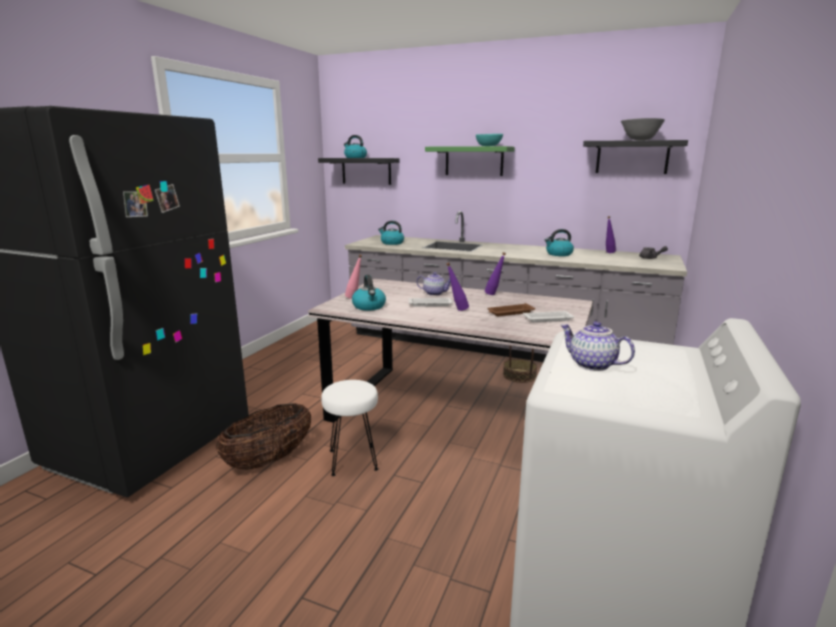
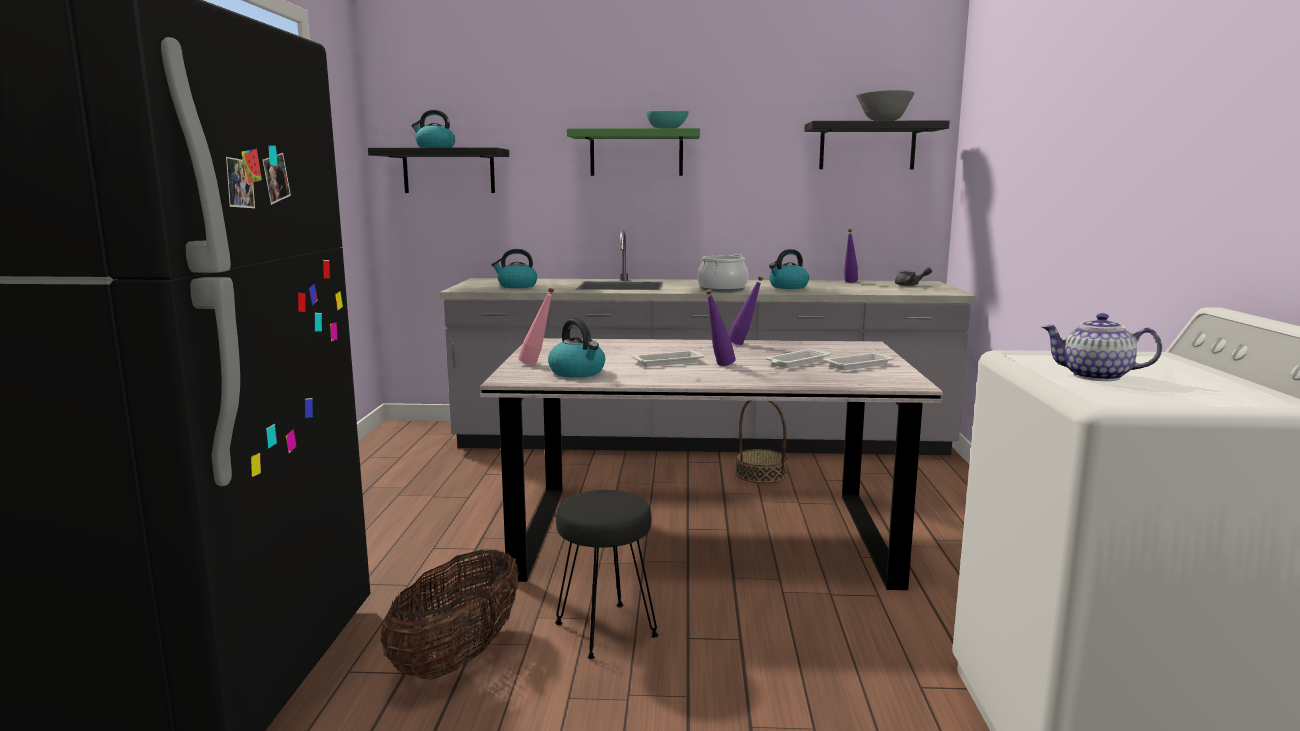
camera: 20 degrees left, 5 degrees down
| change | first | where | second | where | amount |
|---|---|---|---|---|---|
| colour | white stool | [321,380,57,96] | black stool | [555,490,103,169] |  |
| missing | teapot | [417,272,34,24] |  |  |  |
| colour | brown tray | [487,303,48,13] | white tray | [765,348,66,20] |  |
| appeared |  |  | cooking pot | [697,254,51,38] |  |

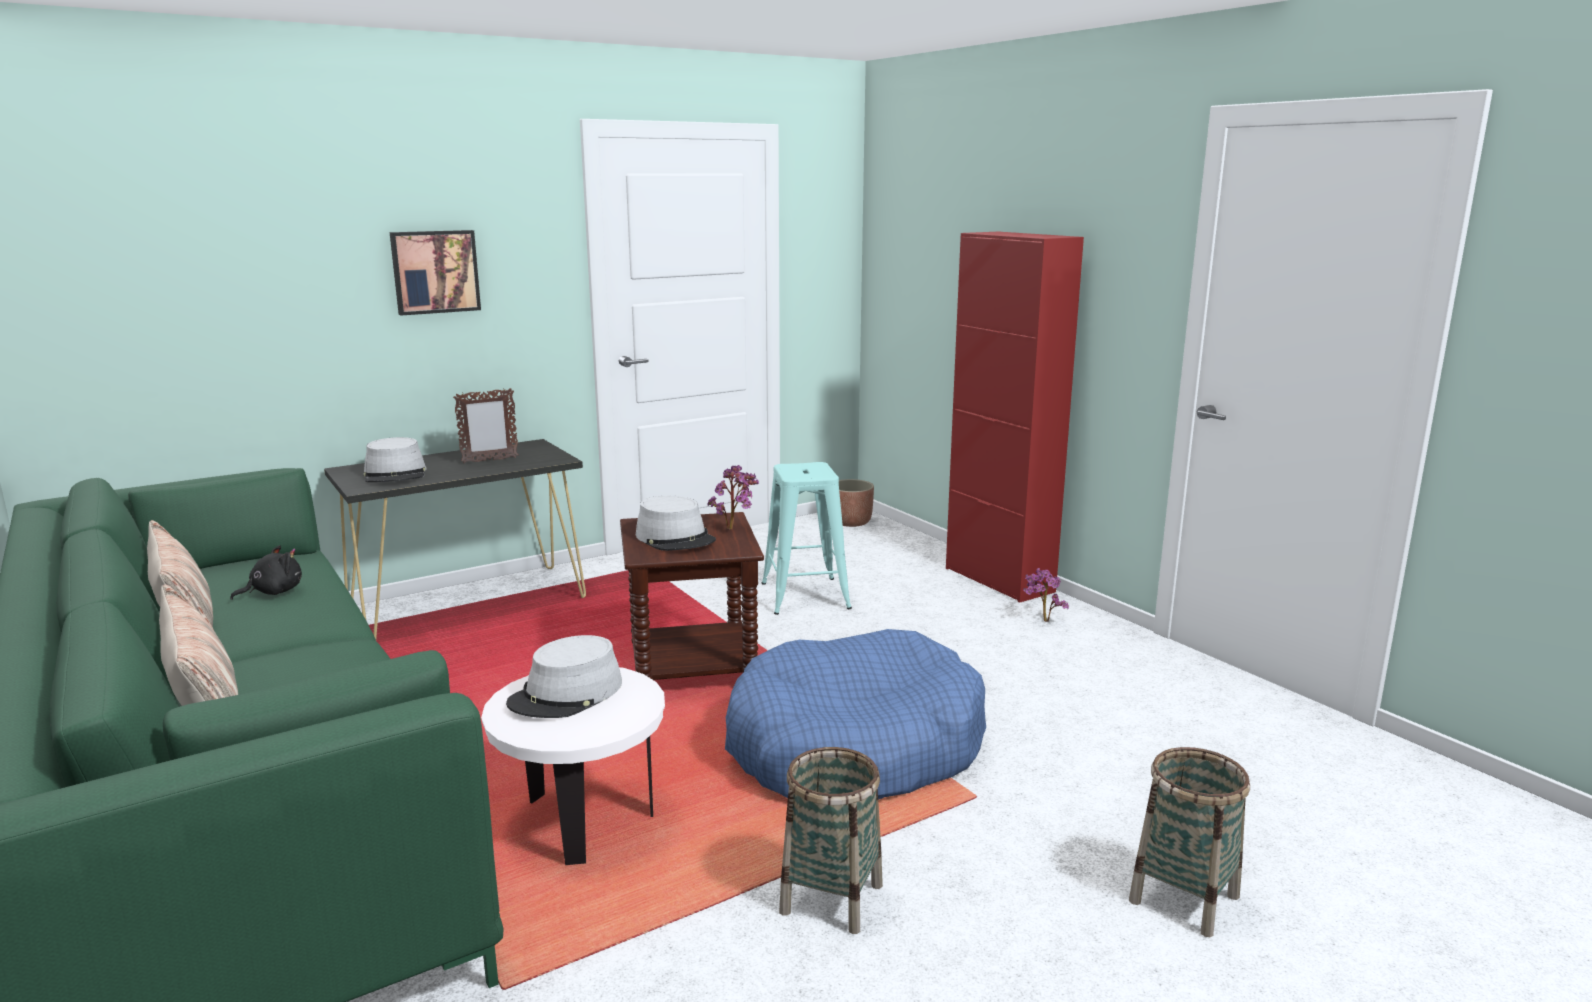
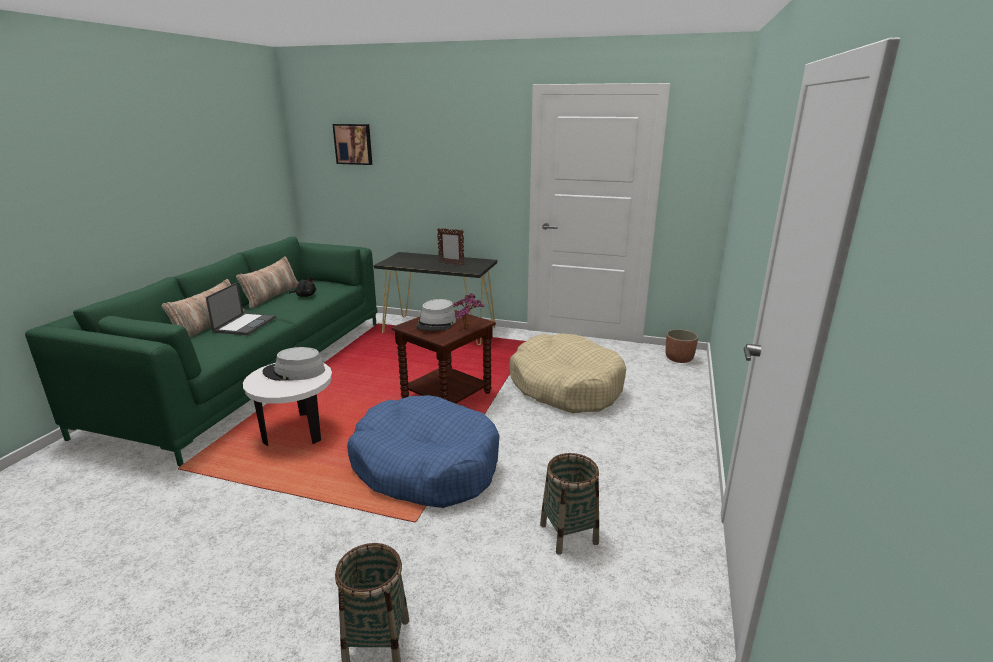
camera: 50 degrees right, 5 degrees up
| change | first | where | second | where | amount |
|---|---|---|---|---|---|
| missing | grey hat | [364,437,63,45] |  |  |  |
| relocated | picture | [390,230,91,85] |  | [332,124,40,41] |  |
| exchanged | turquoise stool | [762,462,90,153] | beige dog bed | [510,334,116,79] |  |
| relocated | basket | [779,747,104,187] |  | [540,453,59,102] |  |
| missing | red cabinet | [946,232,138,371] |  |  |  |
| missing | potted plant | [1023,568,46,54] |  |  |  |
| appeared |  |  | laptop | [205,282,71,53] |  |

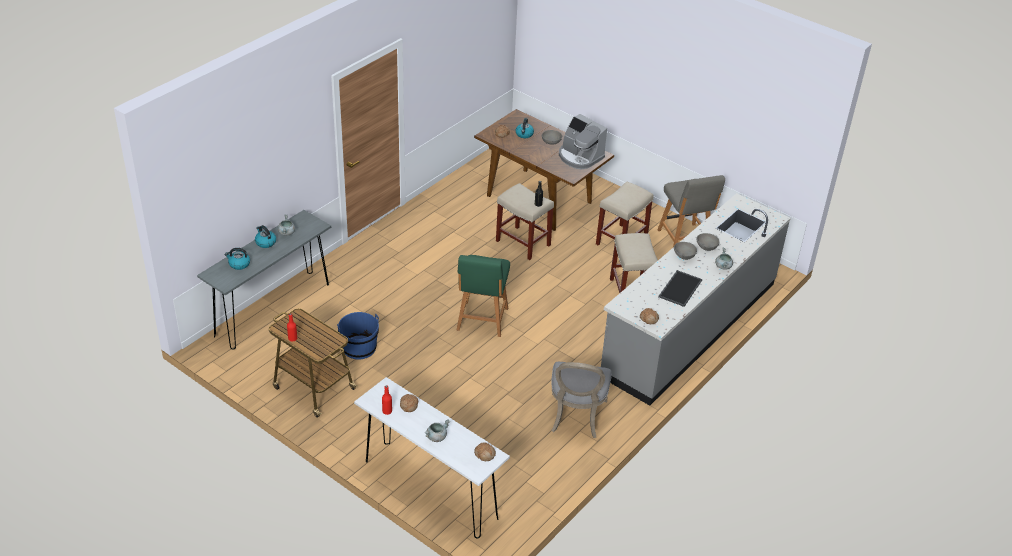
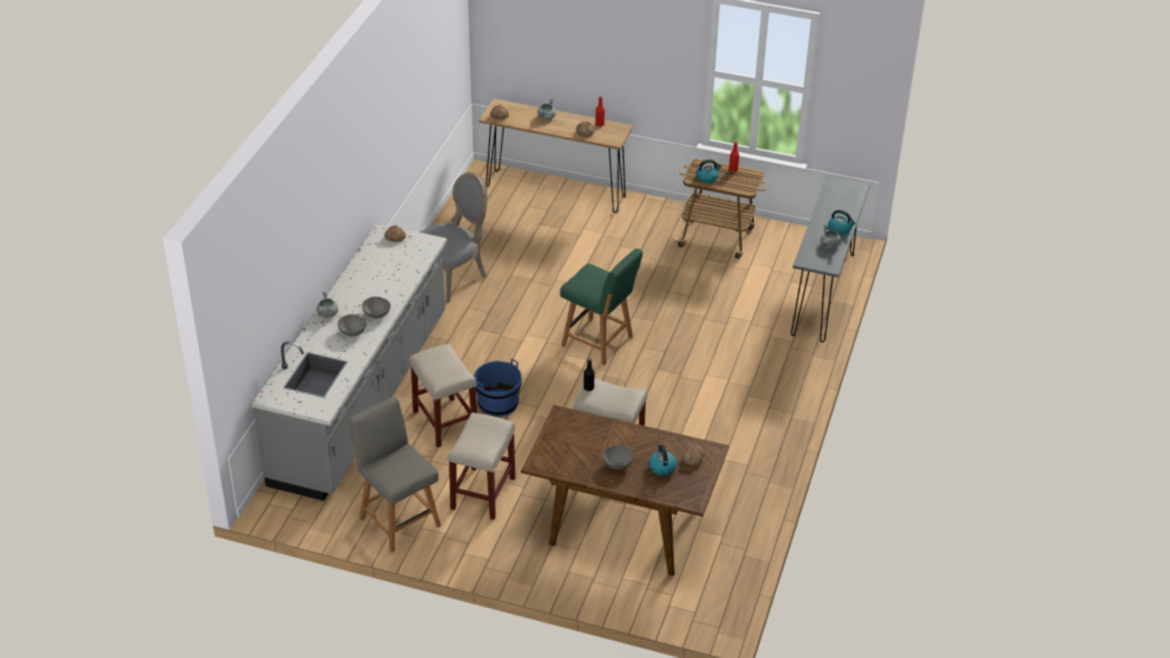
camera: 160 degrees right, 0 degrees up
| change | first | where | second | where | amount |
|---|---|---|---|---|---|
| relocated | kettle | [224,248,26,22] |  | [696,159,26,24] |  |
| relocated | blue bucket | [337,312,42,48] |  | [474,358,48,59] |  |
| colour | white console table | [354,377,156,162] | brown console table | [479,98,154,115] |  |
| spun | green chair | [457,255,53,82] |  | [560,248,83,117] | 135 degrees clockwise |
| spun | grey chair | [551,362,61,76] |  | [420,172,67,131] | 60 degrees clockwise |
| missing | coffee machine | [559,114,48,55] |  |  |  |
| missing | tray | [658,270,44,37] |  |  |  |

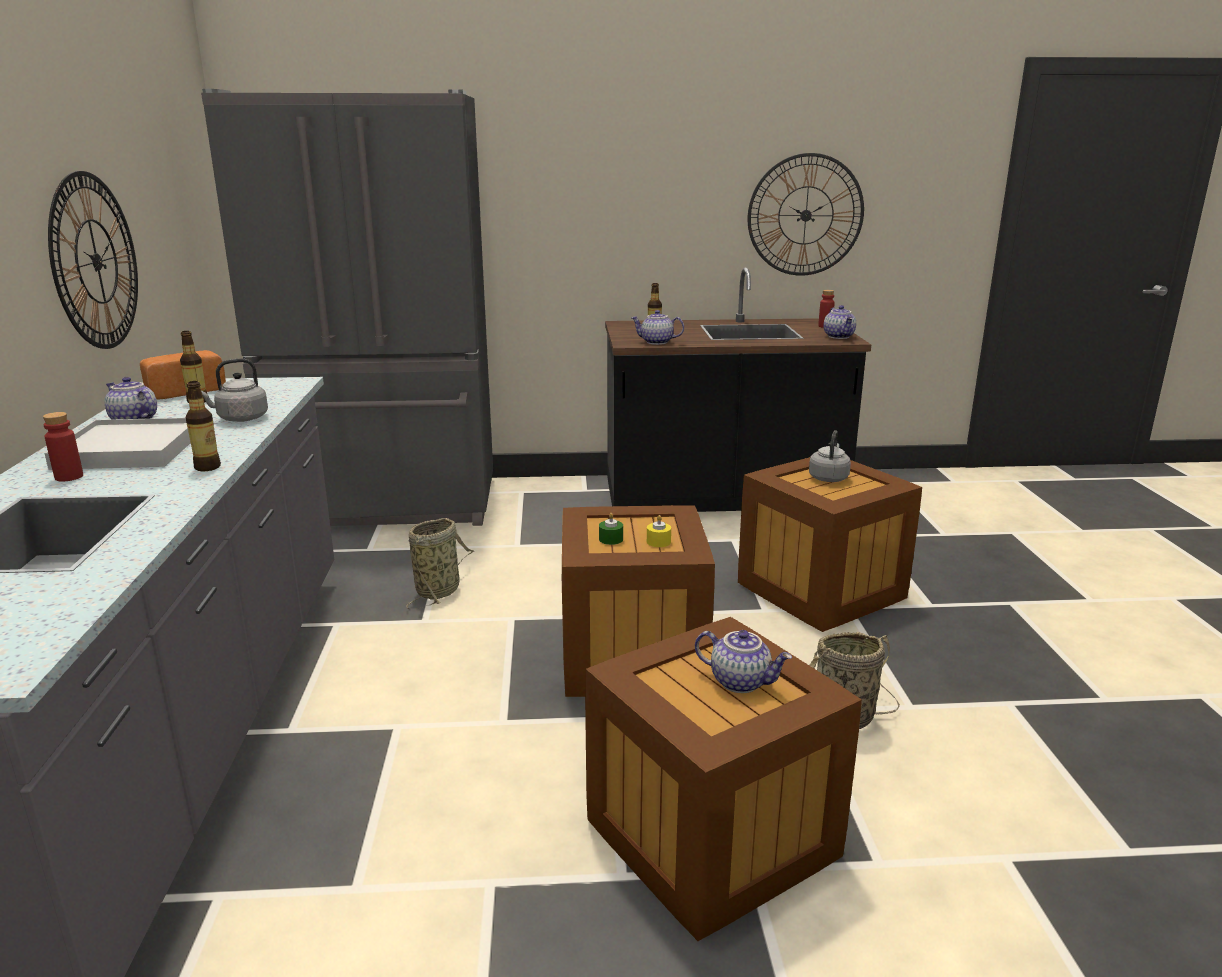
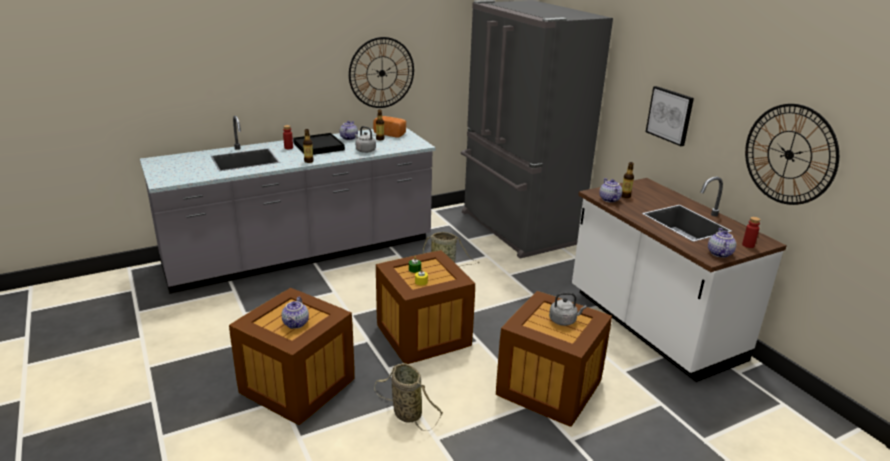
camera: 65 degrees right, 5 degrees up
| change | first | where | second | where | amount |
|---|---|---|---|---|---|
| colour | white tray | [44,418,147,52] | black tray | [293,133,52,22] |  |
| colour | black counter | [605,267,266,245] | white counter | [572,177,215,205] |  |
| spun | teapot | [824,305,32,34] |  | [708,228,28,30] | 135 degrees clockwise |
| appeared |  |  | picture | [646,86,48,60] |  |

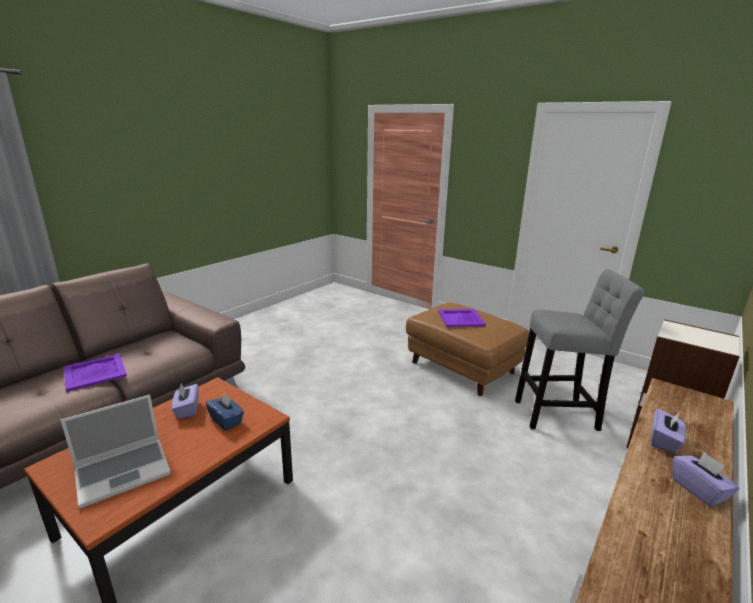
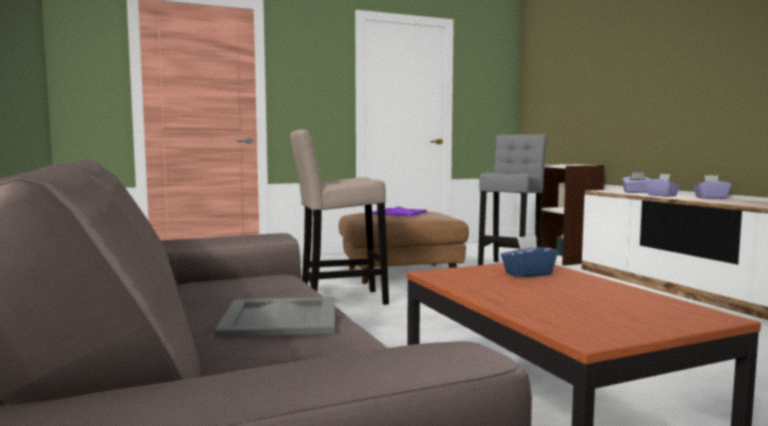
camera: 60 degrees left, 15 degrees down
| change | first | where | second | where | amount |
|---|---|---|---|---|---|
| missing | laptop | [61,395,110,113] |  |  |  |
| colour | purple tray | [64,354,63,38] | grey tray | [214,297,121,40] |  |
| relocated | purple tissue box | [172,383,26,36] |  | [622,172,28,21] |  |
| appeared |  |  | beige stool | [290,129,99,176] |  |

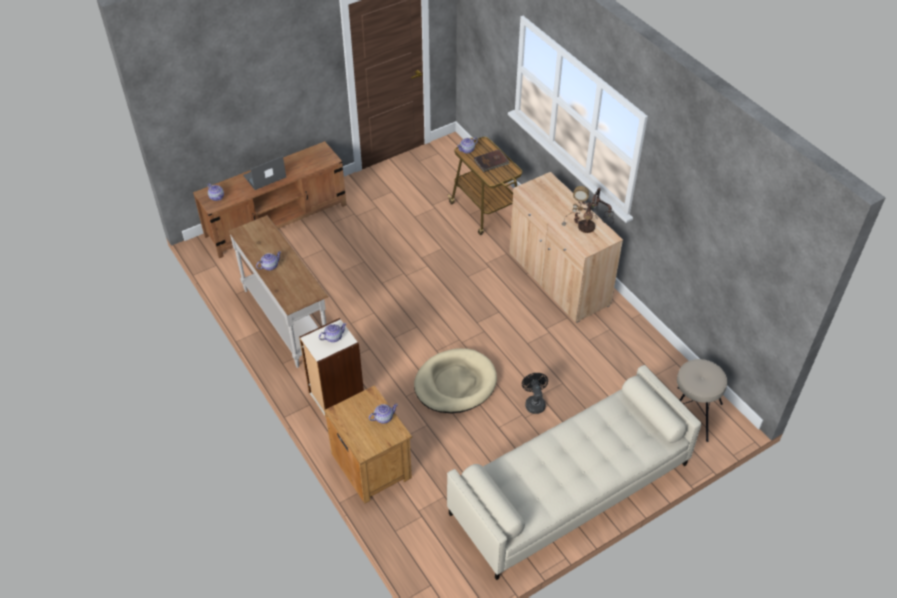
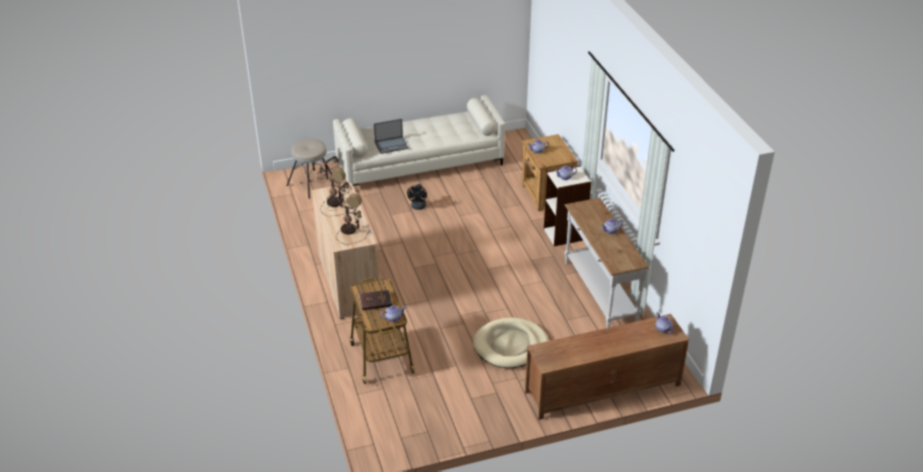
camera: 165 degrees left, 10 degrees down
| change | first | where | second | where | amount |
|---|---|---|---|---|---|
| relocated | laptop | [243,156,43,34] |  | [374,119,35,35] |  |
| relocated | beige dog bed | [414,348,83,65] |  | [473,318,75,50] |  |
| appeared |  |  | table lamp | [328,182,43,63] |  |

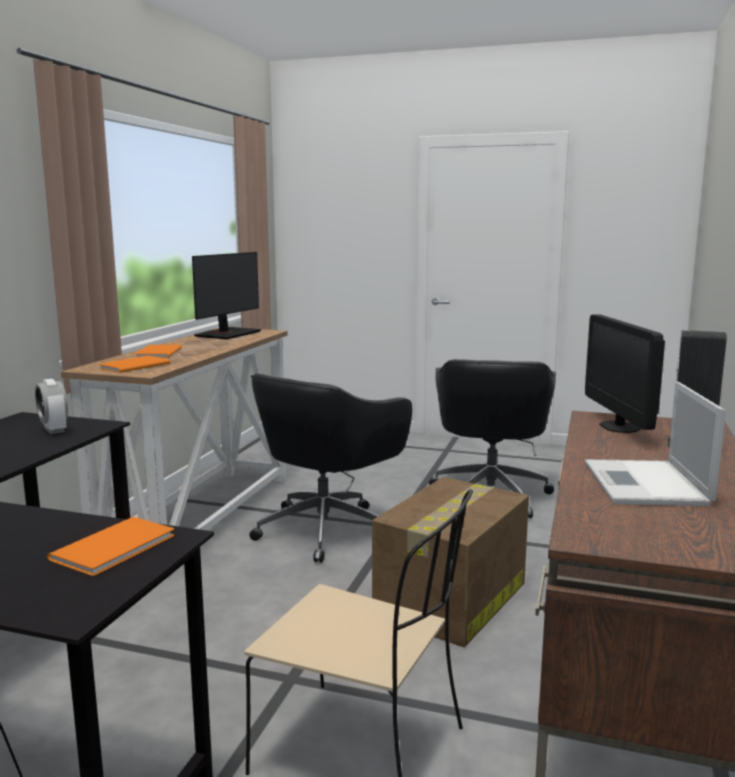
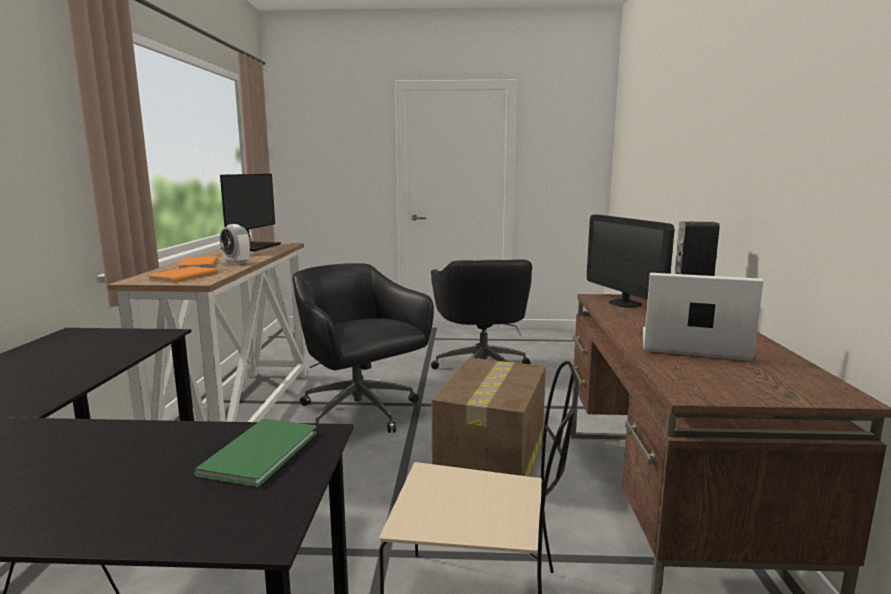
camera: 15 degrees left, 0 degrees up
| change | first | where | second | where | amount |
|---|---|---|---|---|---|
| relocated | alarm clock | [35,379,33,55] |  | [220,224,30,40] |  |
| colour | orange book | [47,517,127,59] | green book | [192,419,125,68] |  |
| spun | black office chair | [249,373,163,190] |  | [292,263,142,170] | 120 degrees clockwise |
| spun | laptop | [585,381,141,125] |  | [643,273,121,88] | 120 degrees clockwise |

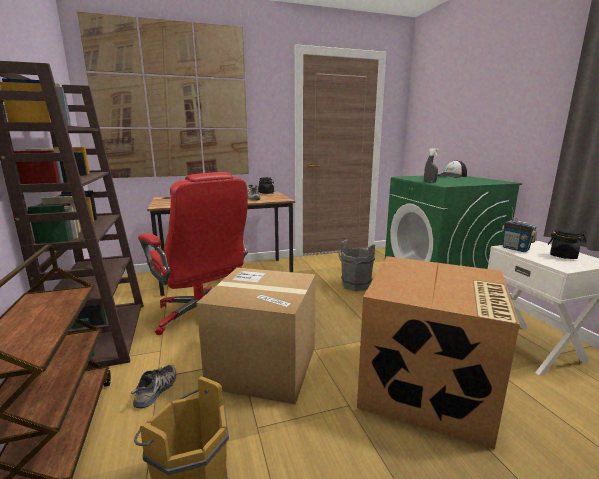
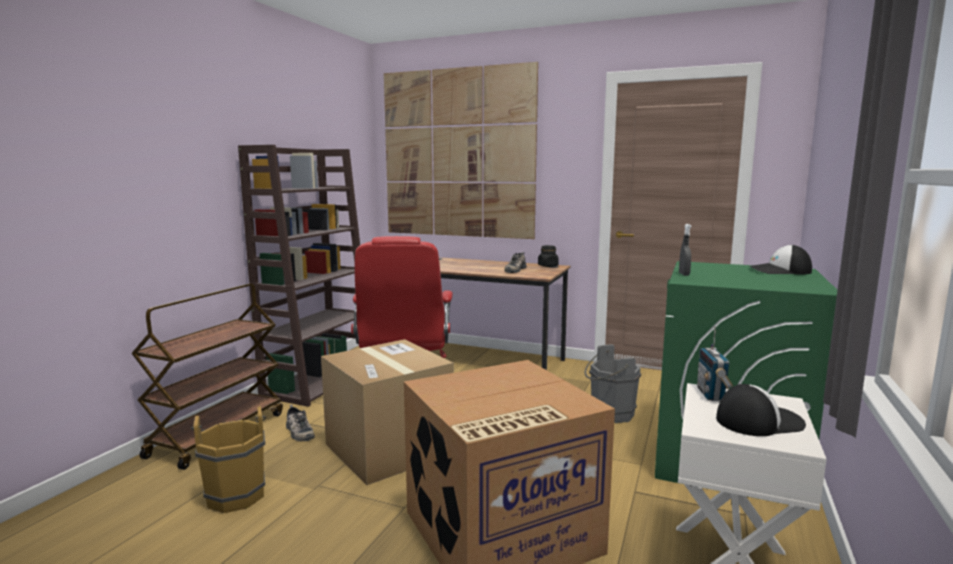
camera: 40 degrees right, 5 degrees down
| change | first | where | second | where | amount |
|---|---|---|---|---|---|
| spun | shoe | [131,365,45,43] |  | [286,405,29,37] | 90 degrees clockwise |
| exchanged | black jar | [548,229,38,30] | cap | [716,384,90,52] |  |

